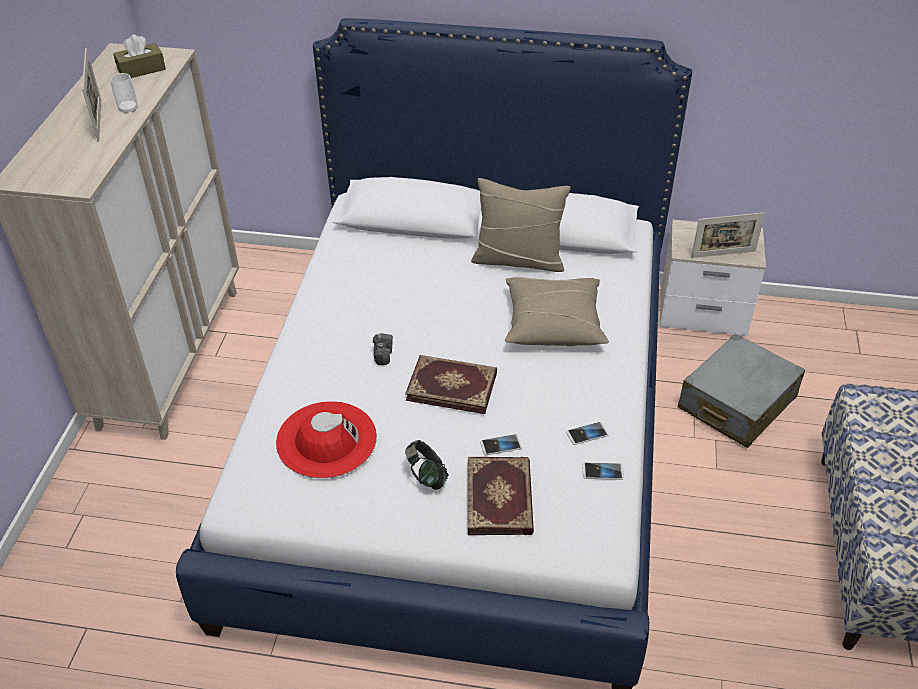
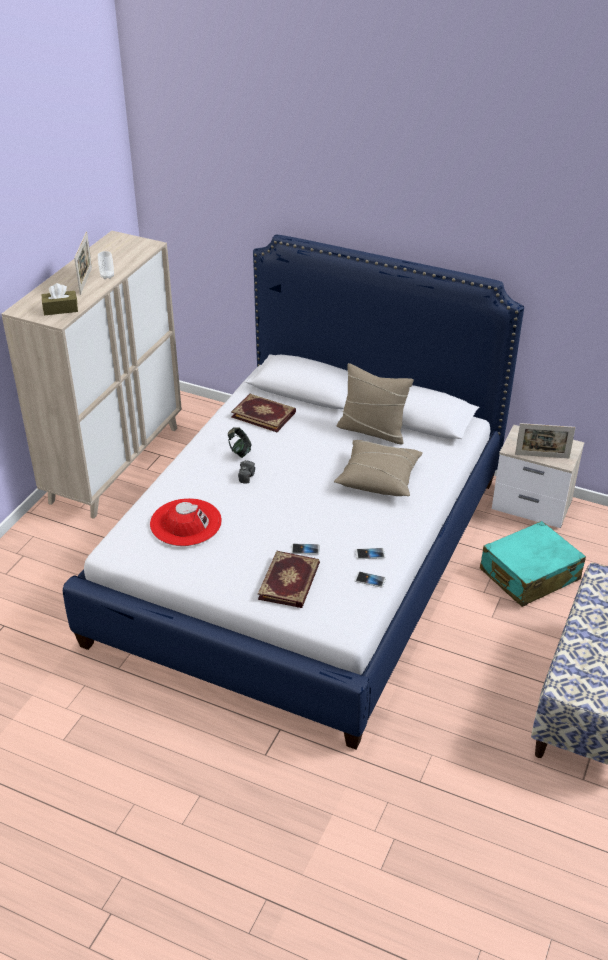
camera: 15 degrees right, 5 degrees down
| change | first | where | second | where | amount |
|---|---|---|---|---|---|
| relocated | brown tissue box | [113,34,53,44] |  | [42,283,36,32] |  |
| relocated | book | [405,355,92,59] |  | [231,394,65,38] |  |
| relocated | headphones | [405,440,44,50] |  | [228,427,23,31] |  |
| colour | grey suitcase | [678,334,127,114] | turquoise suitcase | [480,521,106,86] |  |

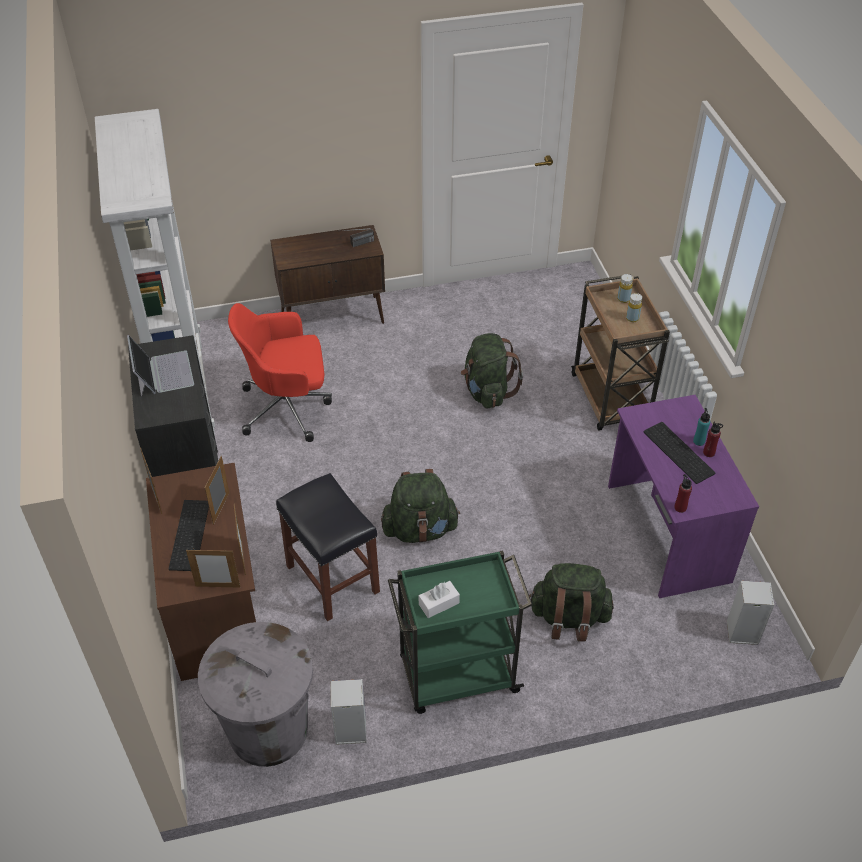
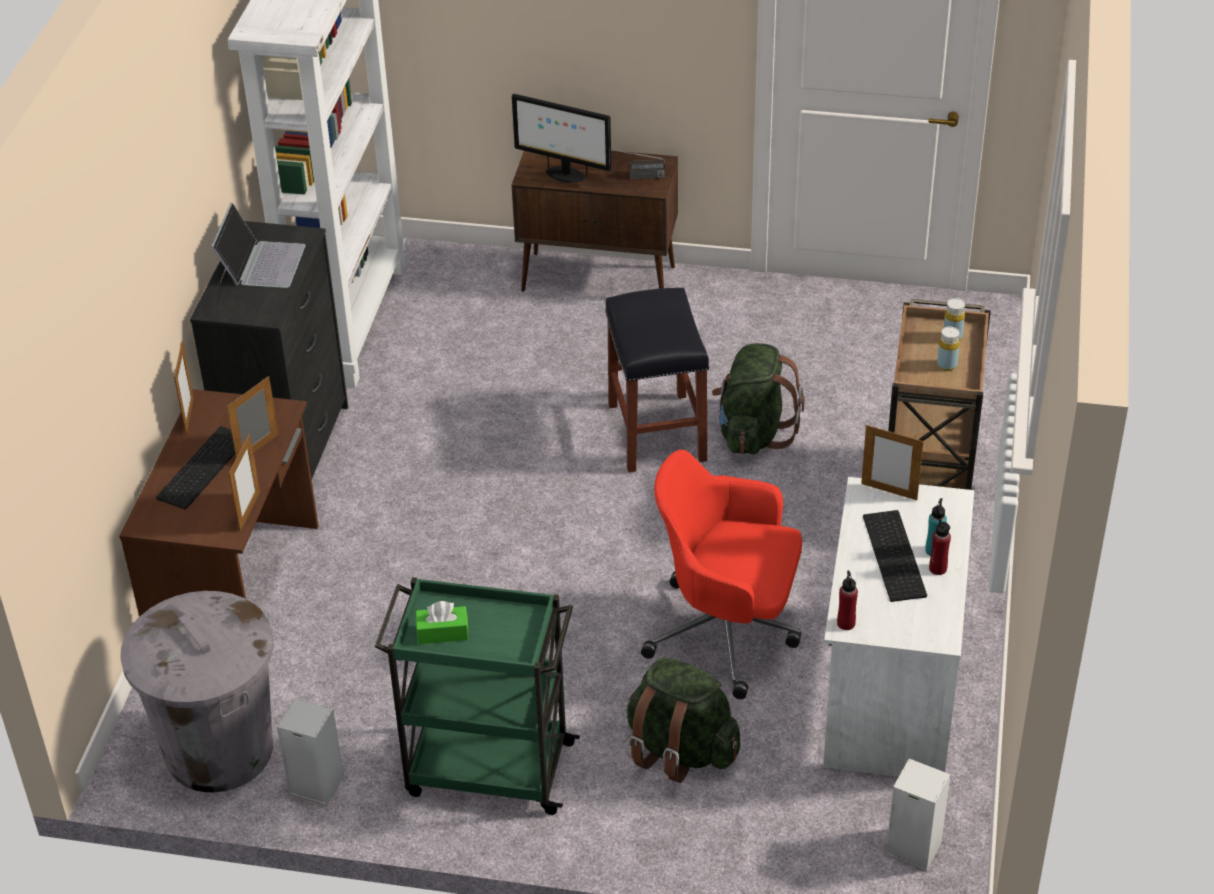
camera: 25 degrees right, 5 degrees down
| change | first | where | second | where | amount |
|---|---|---|---|---|---|
| relocated | picture frame | [186,549,54,38] |  | [861,425,62,75] |  |
| relocated | red office chair | [228,303,104,139] |  | [641,450,161,249] |  |
| relocated | black stool | [276,473,104,148] |  | [605,288,105,185] |  |
| missing | green backpack | [381,469,79,74] |  |  |  |
| colour | white tissue box | [419,581,41,37] | green tissue box | [416,601,52,43] |  |
| colour | purple desk | [608,395,151,203] | white desk | [823,477,151,300] |  |
| appeared |  |  | monitor | [512,94,100,89] |  |

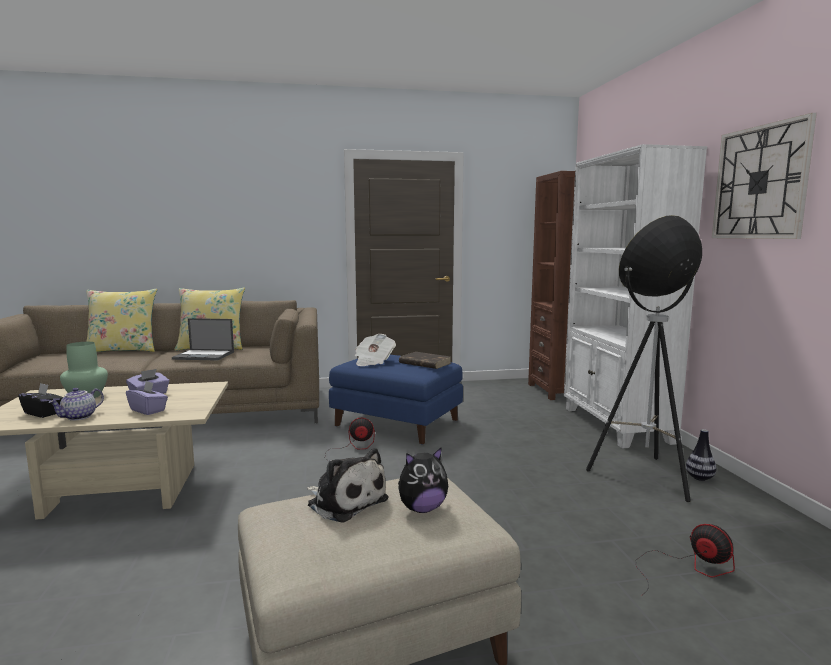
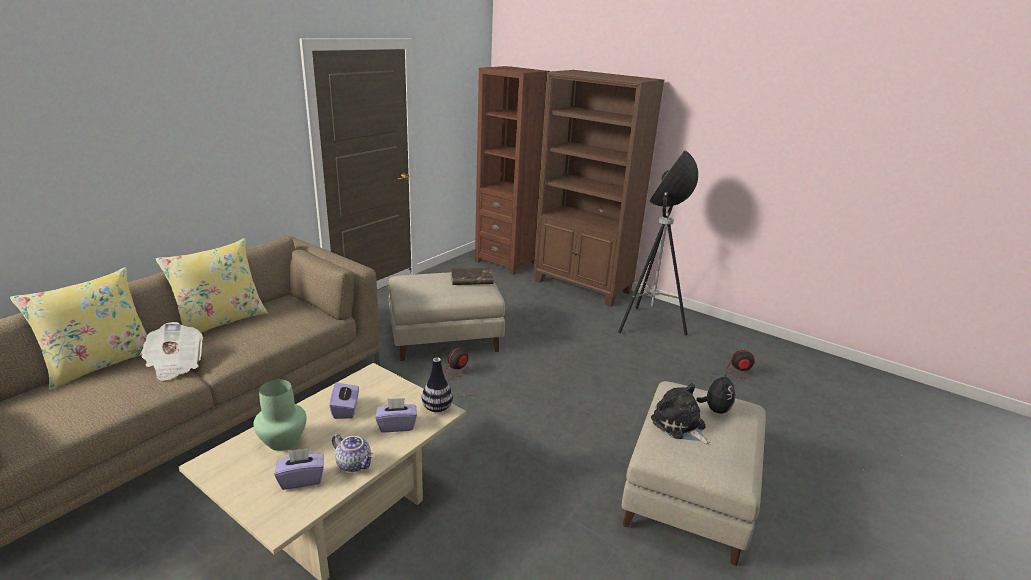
camera: 45 degrees left, 15 degrees up
| change | first | where | second | where | amount |
|---|---|---|---|---|---|
| colour | black tissue box | [18,383,45,35] | purple tissue box | [274,448,50,42] |  |
| spun | teapot | [48,388,56,33] |  | [332,434,42,38] | 45 degrees counterclockwise |
| missing | laptop | [172,318,62,43] |  |  |  |
| spun | plush toy | [307,448,82,75] |  | [651,383,61,62] | 120 degrees counterclockwise |
| colour | blue ottoman | [329,355,134,90] | beige ottoman | [389,272,116,89] |  |
| relocated | newspaper | [354,334,42,32] |  | [141,322,62,59] |  |
| colour | white bookcase | [564,144,143,305] | brown bookcase | [534,70,130,237] |  |
| relocated | vase | [686,429,31,52] |  | [422,358,31,54] |  |
| missing | wall clock | [712,113,105,126] |  |  |  |

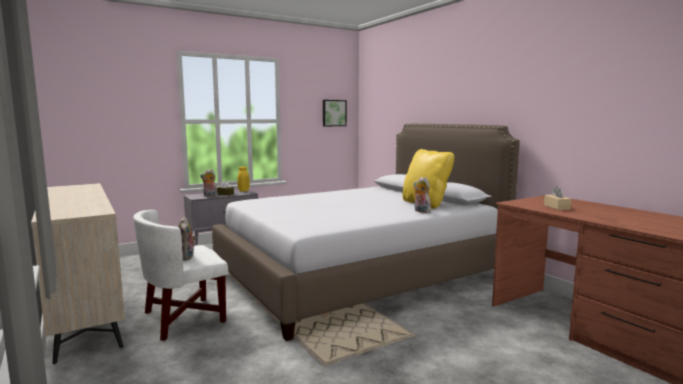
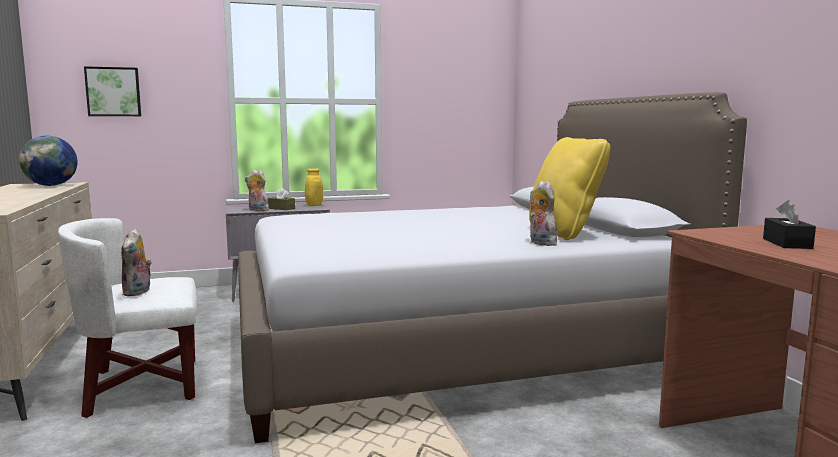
camera: 15 degrees right, 0 degrees up
| change | first | where | second | where | amount |
|---|---|---|---|---|---|
| relocated | picture | [323,100,24,26] |  | [84,66,57,50] |  |
| colour | beige tissue box | [544,186,28,24] | black tissue box | [763,200,53,49] |  |
| appeared |  |  | globe | [19,136,59,50] |  |

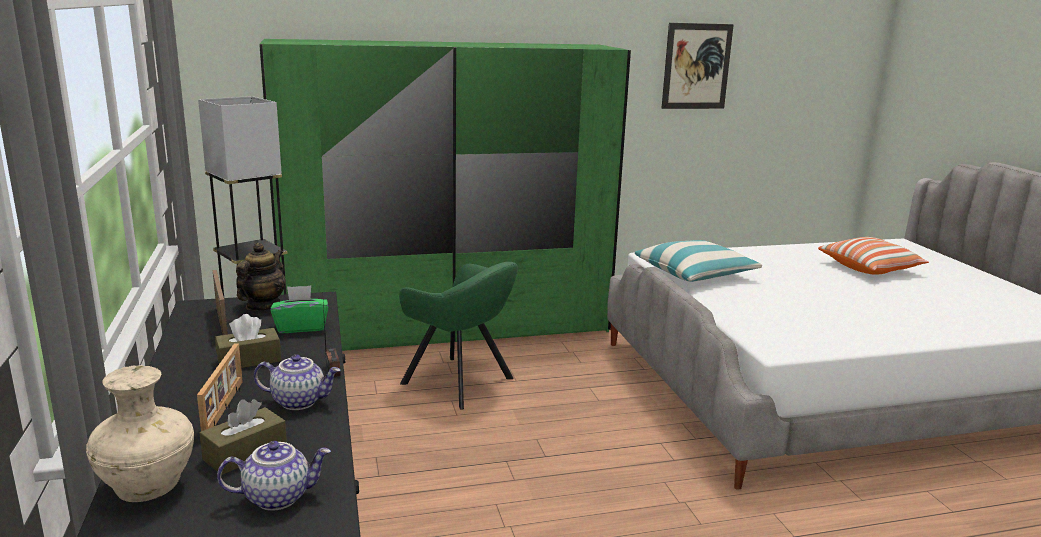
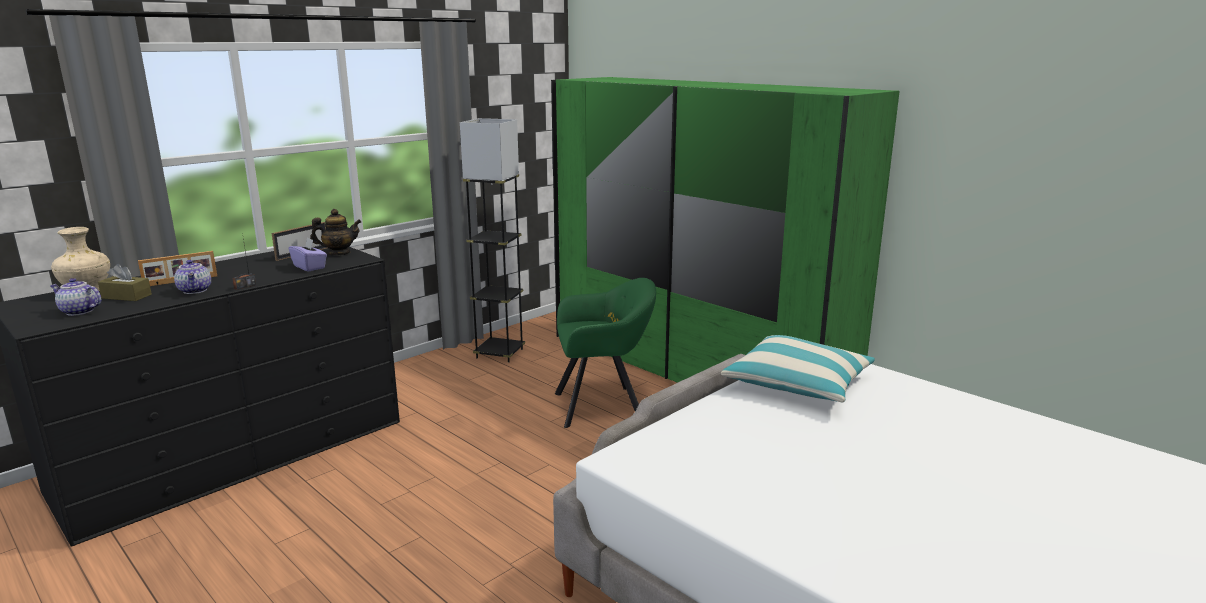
camera: 60 degrees right, 0 degrees up
| change | first | where | second | where | amount |
|---|---|---|---|---|---|
| missing | brown tissue box | [215,314,66,54] |  |  |  |
| spun | teapot | [217,441,114,70] |  | [50,278,51,38] | 150 degrees clockwise |
| colour | green tissue box | [271,285,57,48] | purple tissue box | [289,237,38,35] |  |
| spun | green armchair | [399,262,119,148] |  | [555,278,101,150] | 105 degrees counterclockwise |
| missing | picture | [661,23,73,86] |  |  |  |
| missing | pillow | [818,237,111,37] |  |  |  |

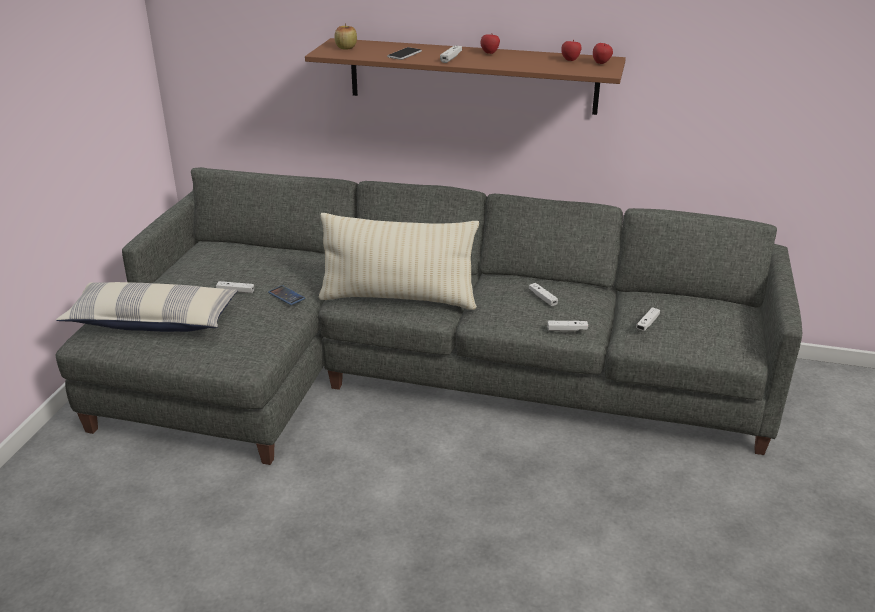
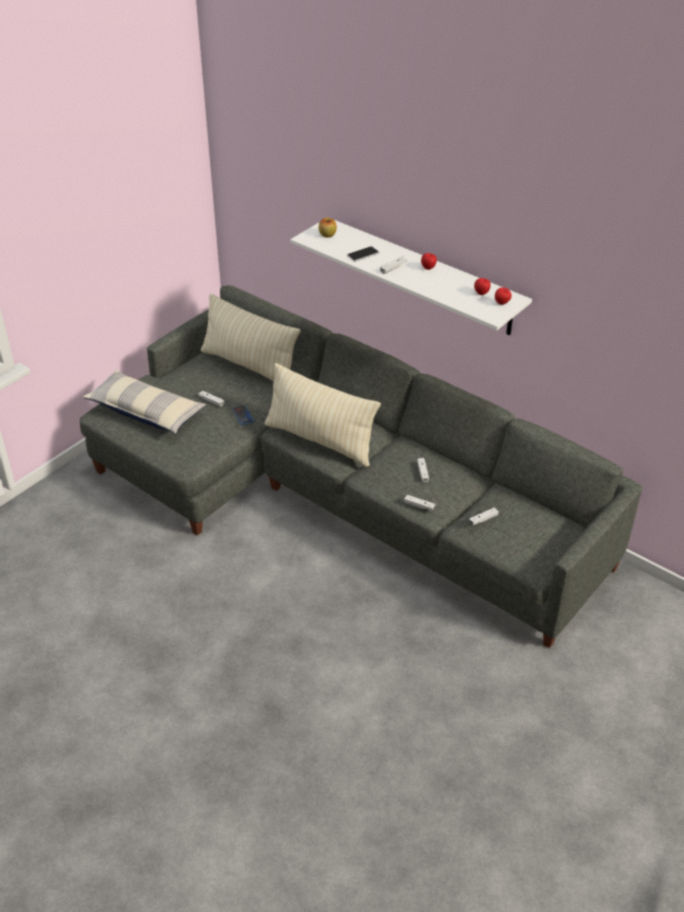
camera: 25 degrees right, 10 degrees up
| change | first | where | second | where | amount |
|---|---|---|---|---|---|
| colour | brown shelf | [305,38,321,77] | white shelf | [290,217,242,118] |  |
| appeared |  |  | beige pillow | [201,293,99,88] |  |

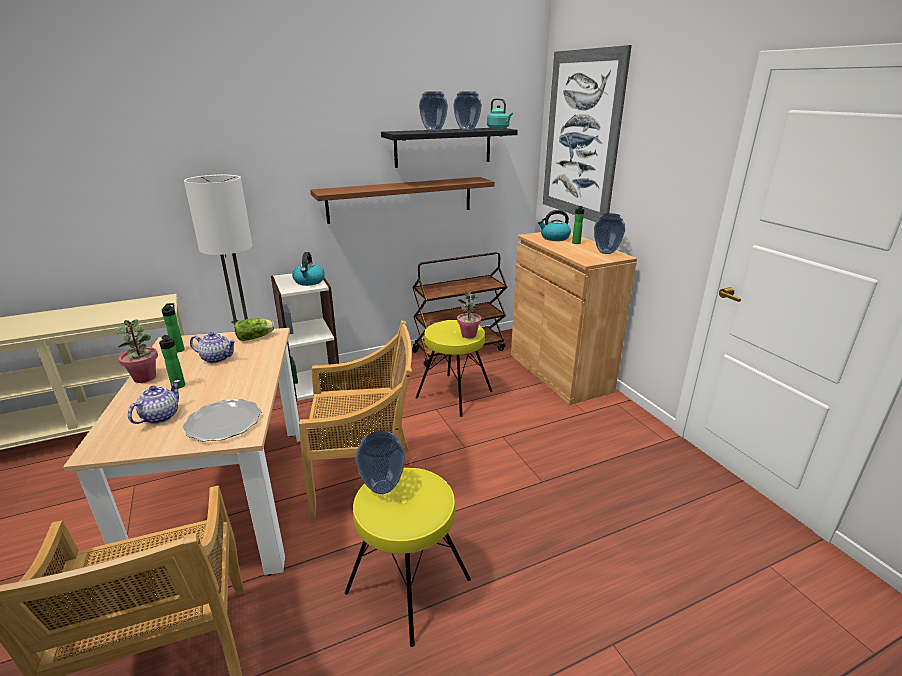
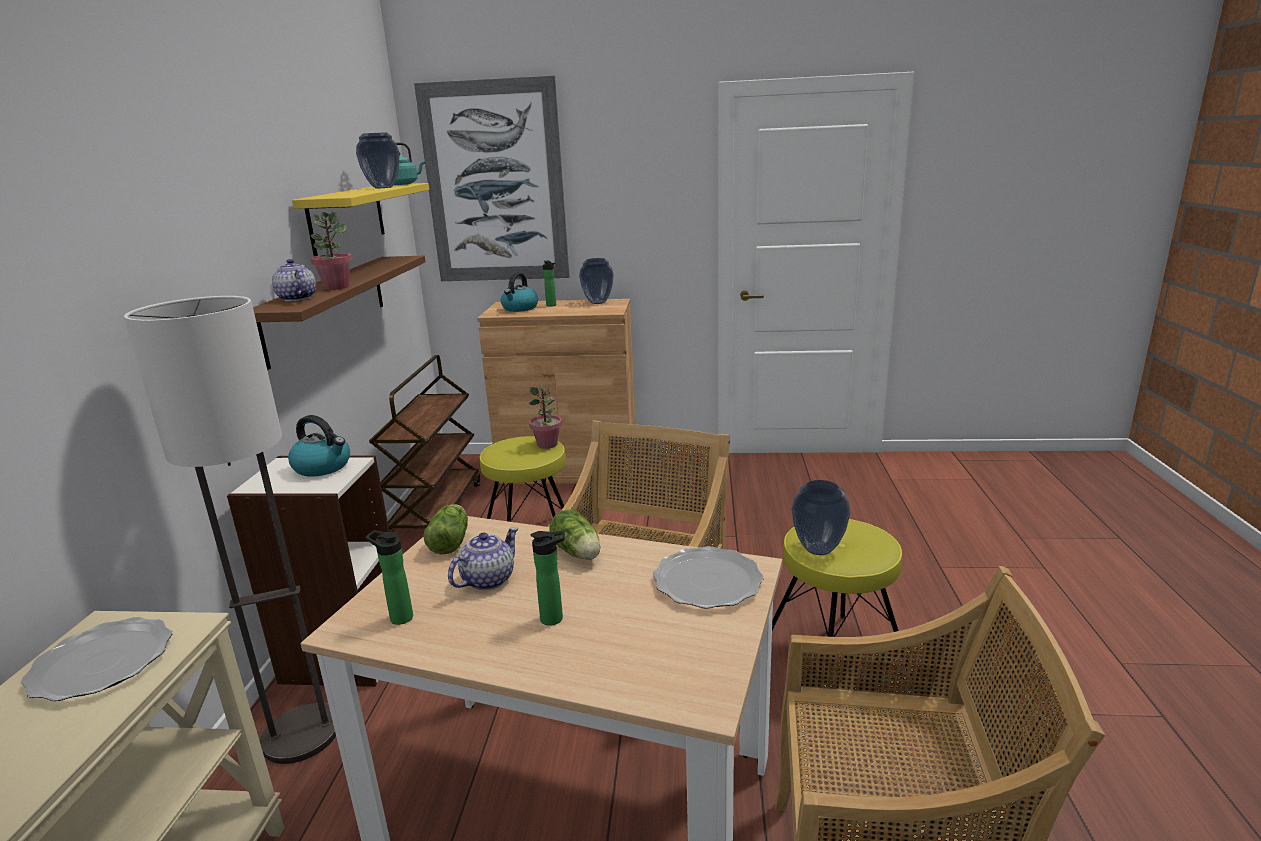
camera: 60 degrees left, 5 degrees down
| change | first | where | second | where | amount |
|---|---|---|---|---|---|
| relocated | potted plant | [117,320,41,63] |  | [310,212,43,78] |  |
| relocated | teapot | [128,380,52,44] |  | [272,259,44,42] |  |
| colour | black shelf | [381,128,137,40] | yellow shelf | [292,183,137,73] |  |
| missing | vase | [419,92,29,39] |  |  |  |
| appeared |  |  | plate | [21,617,151,84] |  |
| appeared |  |  | lettuce | [549,509,51,51] |  |

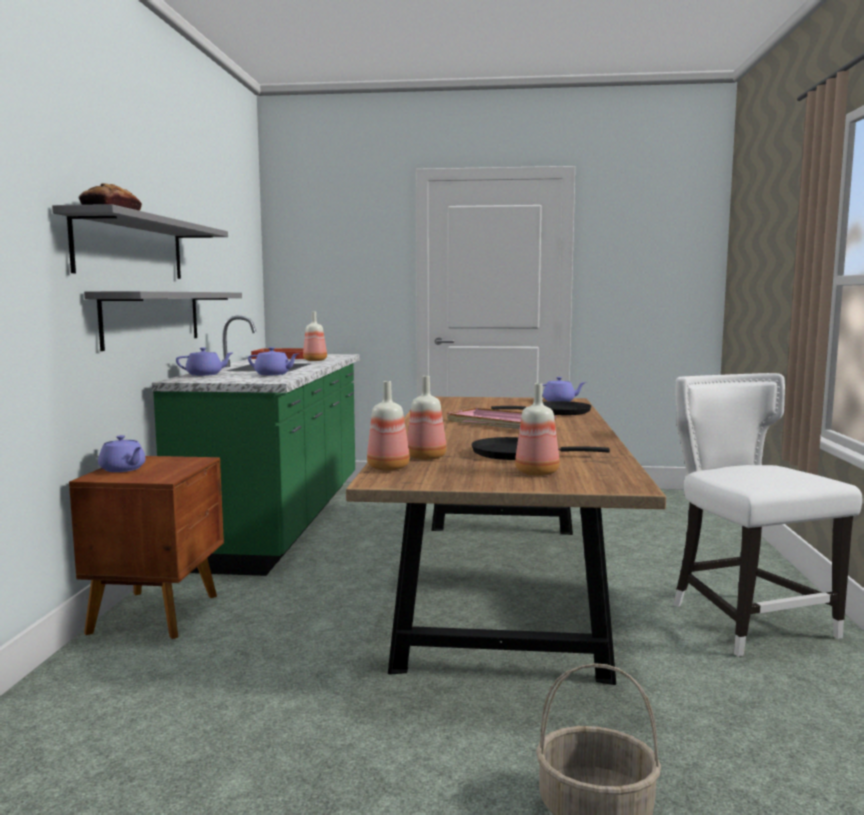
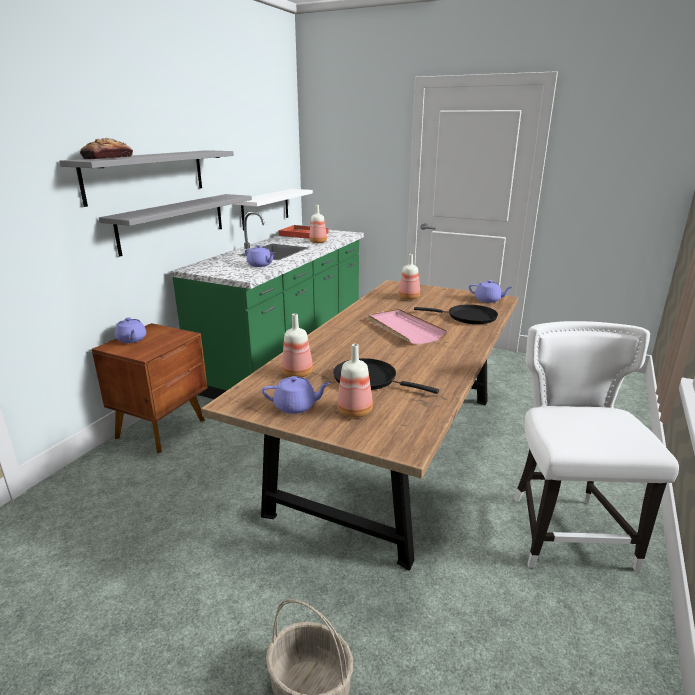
camera: 20 degrees right, 15 degrees up
| change | first | where | second | where | amount |
|---|---|---|---|---|---|
| relocated | purple teapot | [176,347,58,29] |  | [262,376,69,38] |  |
| relocated | bottle | [367,381,43,90] |  | [399,254,21,46] |  |
| appeared |  |  | white shelf | [234,189,79,42] |  |

